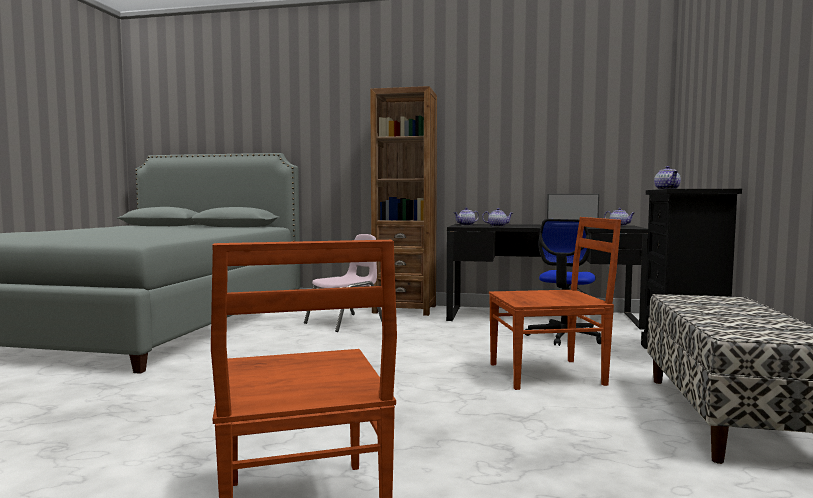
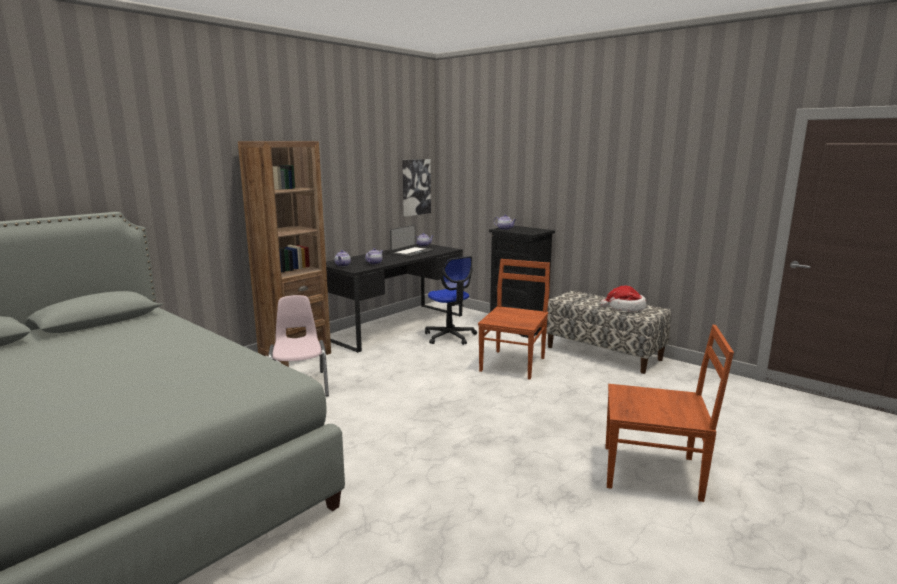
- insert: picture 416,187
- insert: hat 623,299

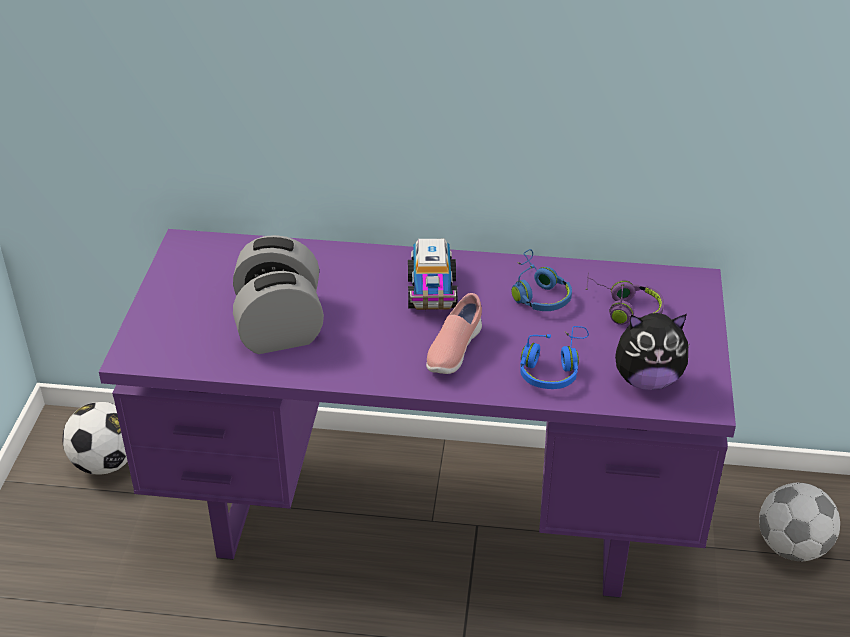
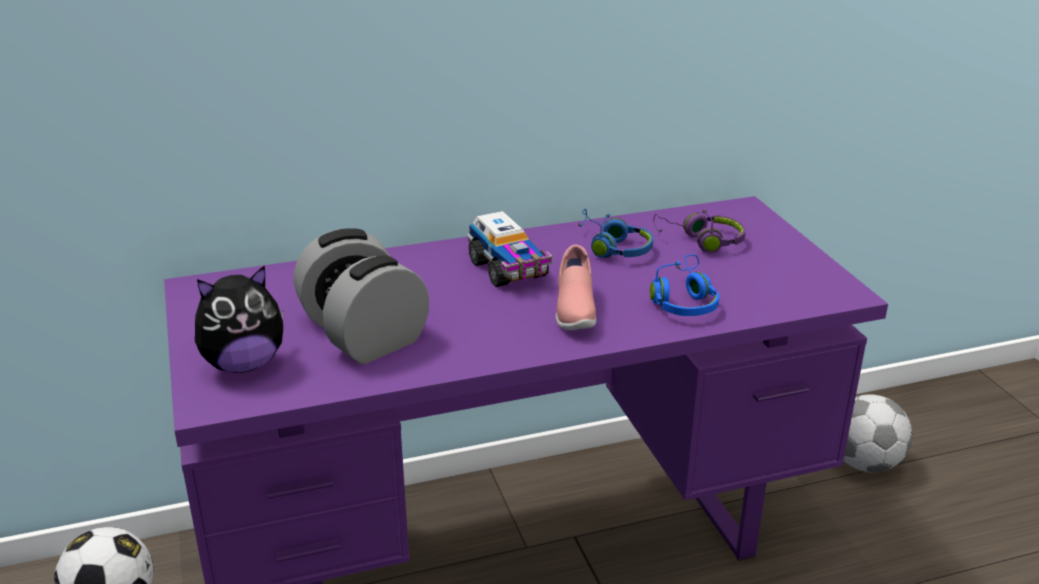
- move: plush toy 652,351 to 239,319

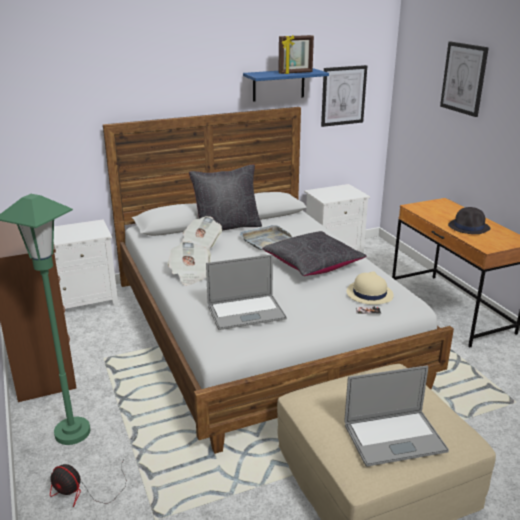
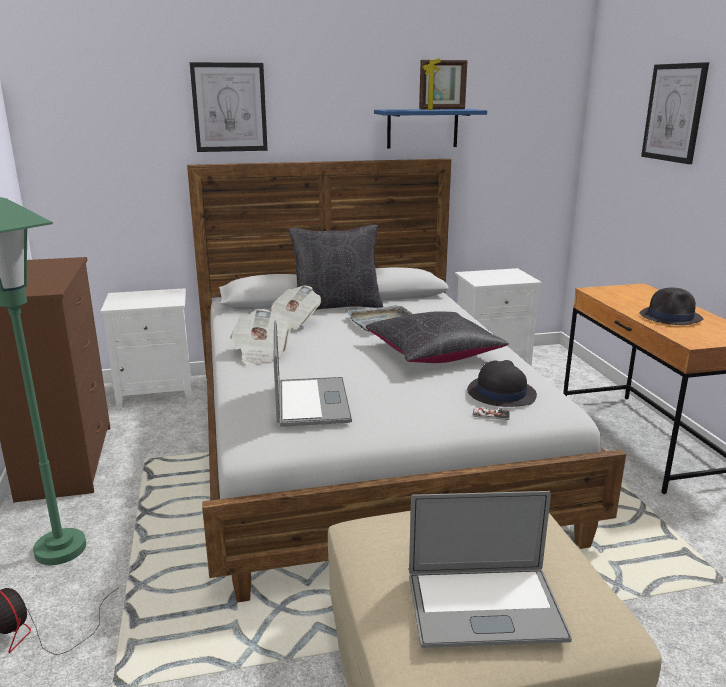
- rotate: laptop 246,292 = 313,373 90 degrees counterclockwise
- move: picture 344,96 to 229,107
- recolor: hat (beige) 370,288 to hat (black) 502,383

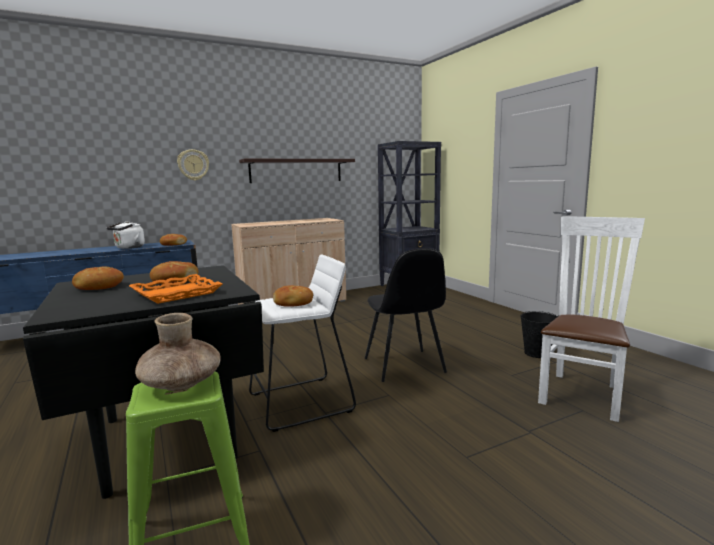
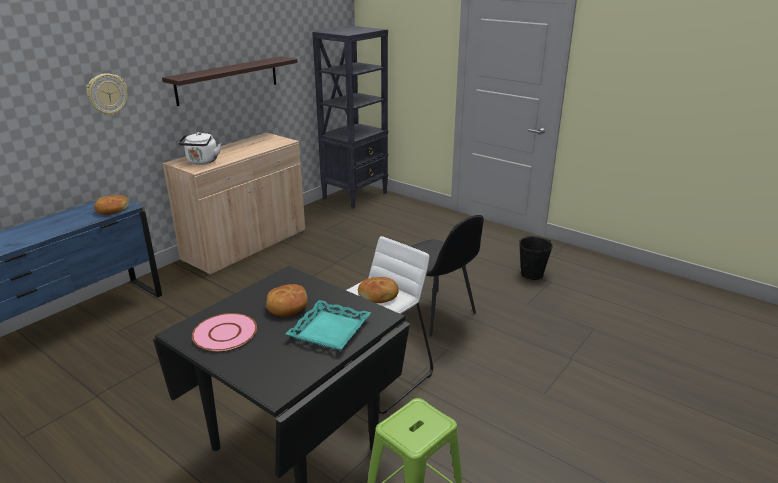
- replace: bread 98,278 to plate (pink) 224,332
- move: kettle (white) 125,235 to 199,148
- recolor: tray (orange) 176,289 to tray (turquoise) 328,325
- delete: vase (brown) 178,352
- delete: chair (white) 591,319

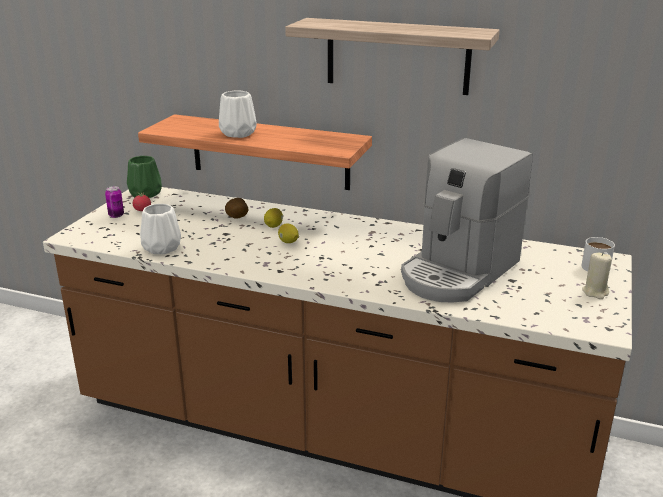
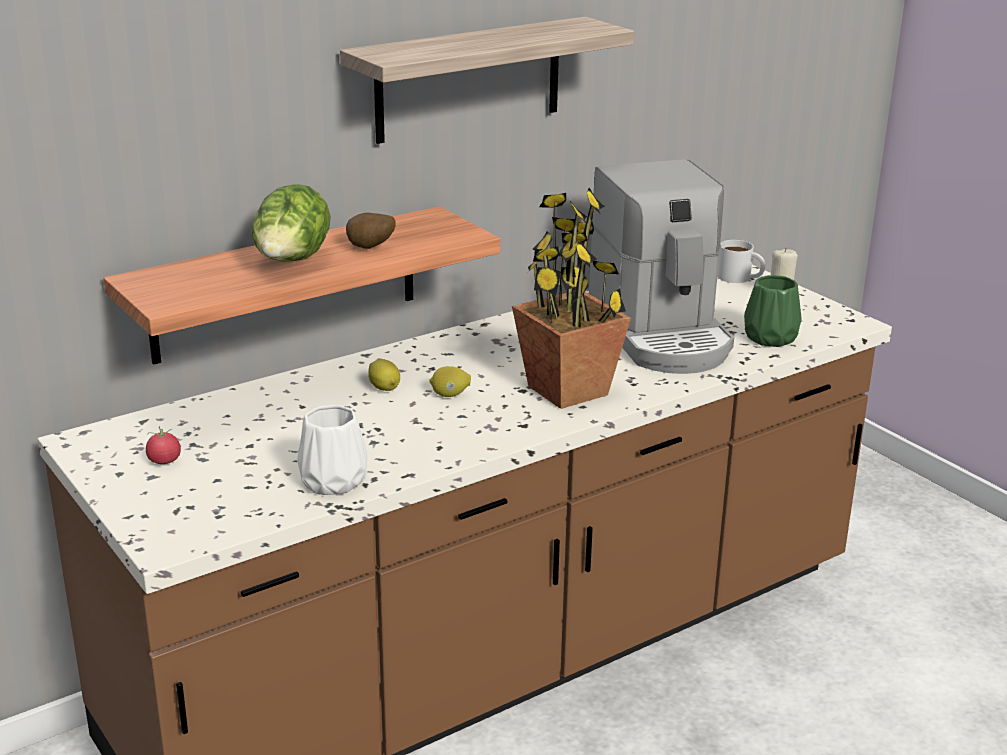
- delete: can 114,202
- move: vase (green) 144,177 to 773,311
- replace: vase (white) 238,114 to lettuce 291,223
- move: potato 236,208 to 371,231
- insert: potted plant 571,298

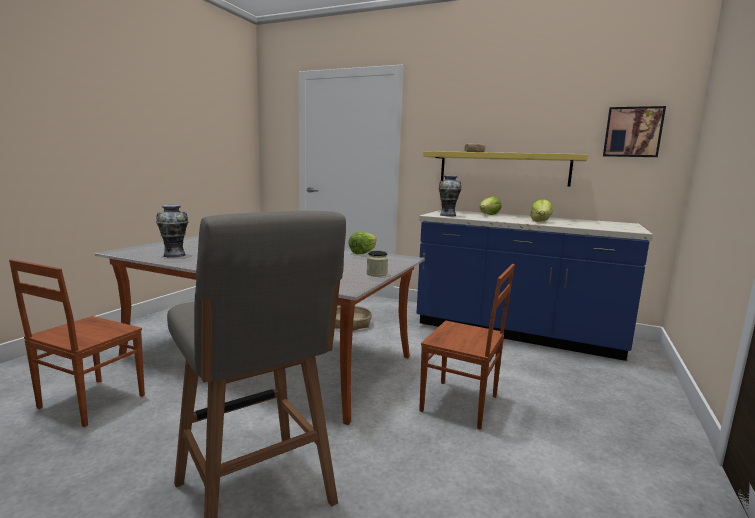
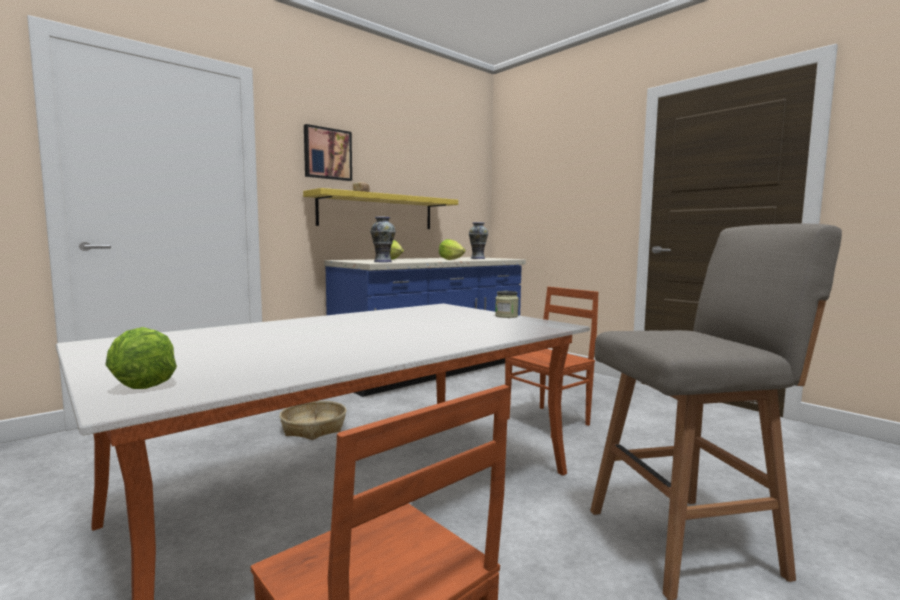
- move: vase 172,231 to 479,240
- move: lettuce 362,243 to 141,358
- move: picture 634,131 to 328,152

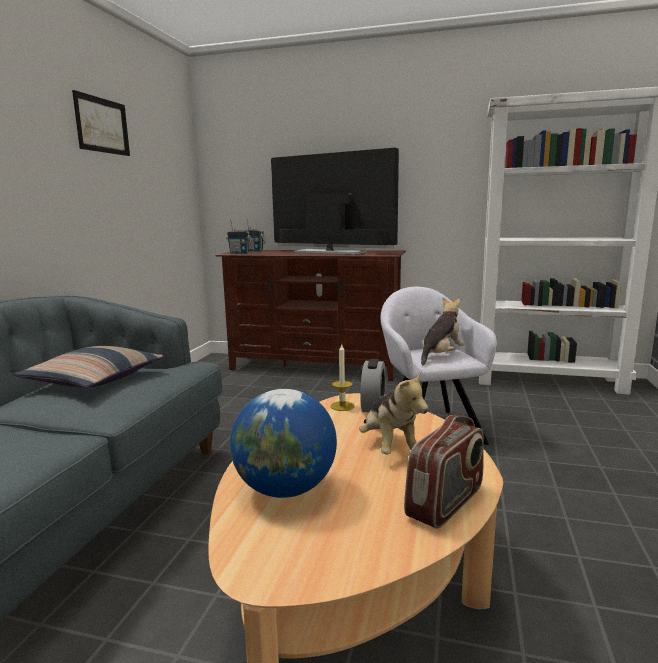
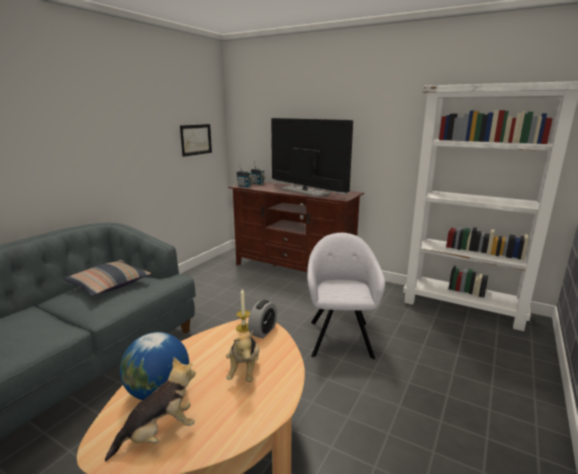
- move: picture 101,123 to 196,140
- delete: radio 444,472
- move: plush toy 442,332 to 150,409

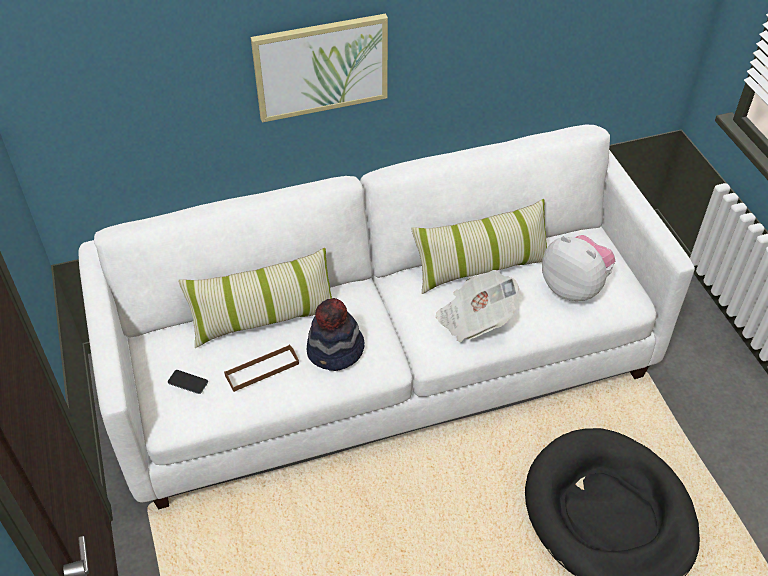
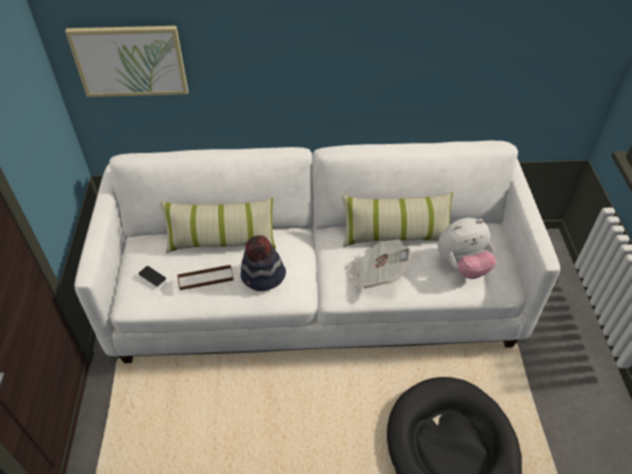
- move: picture 319,68 to 126,61
- rotate: plush toy 578,268 = 467,248 105 degrees clockwise

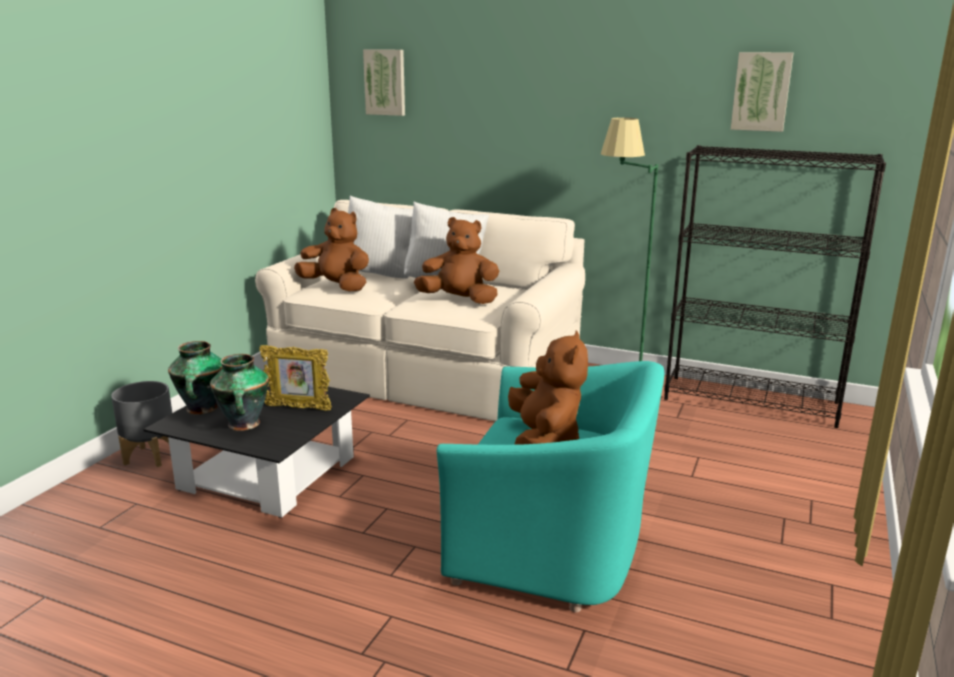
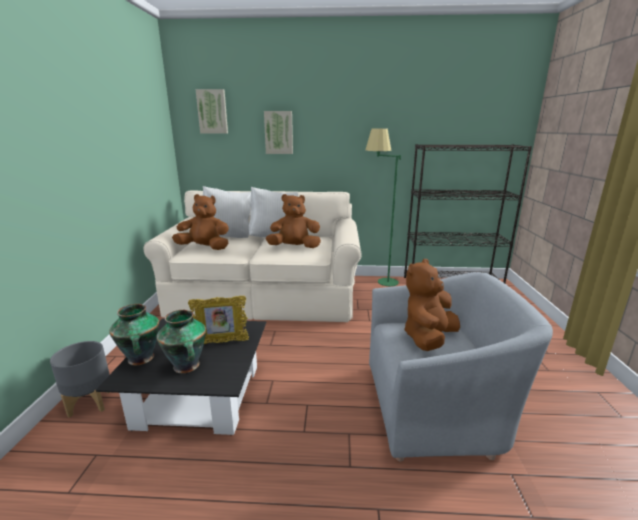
- recolor: armchair (turquoise) 550,486 to armchair (grey) 461,366
- rotate: plush toy (brown) 548,388 = 432,305 120 degrees counterclockwise
- move: picture 762,92 to 278,132

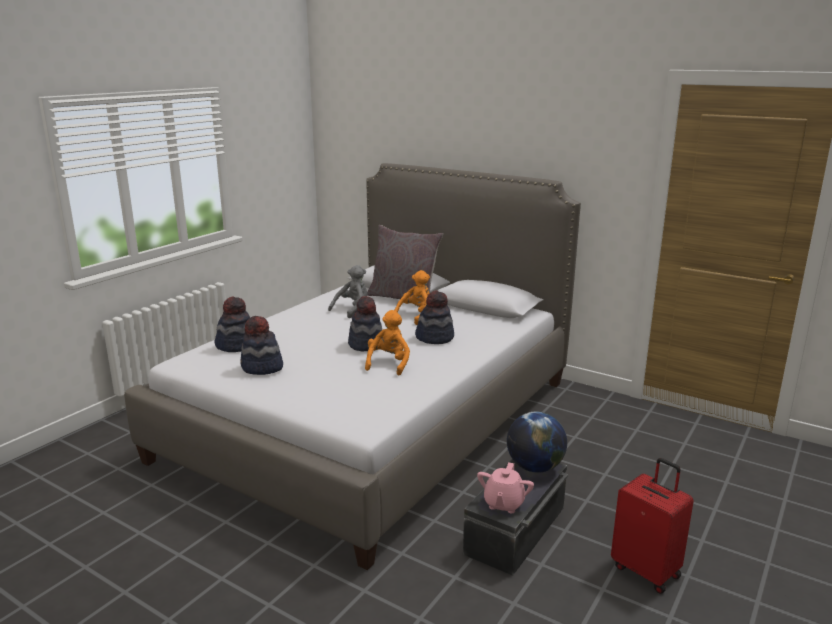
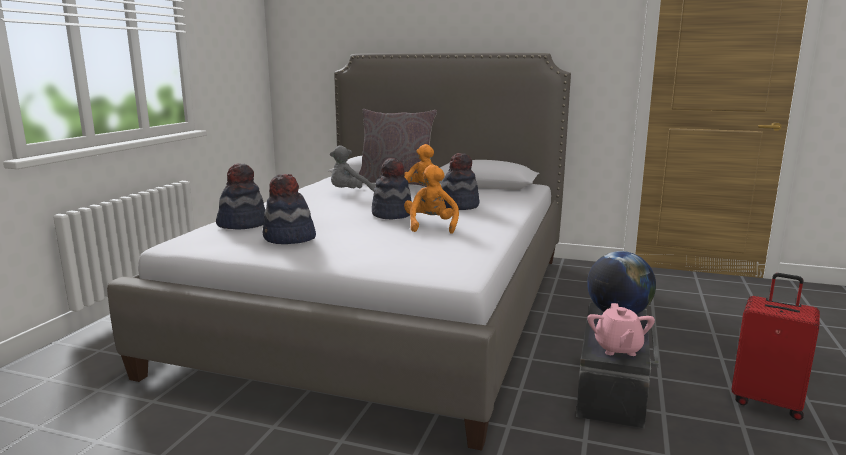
- rotate: plush toy (grey) 348,291 = 353,168 150 degrees counterclockwise

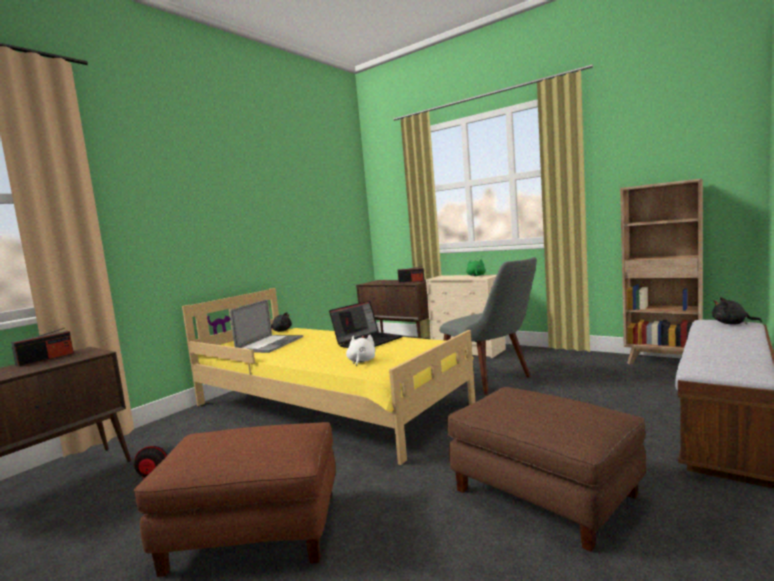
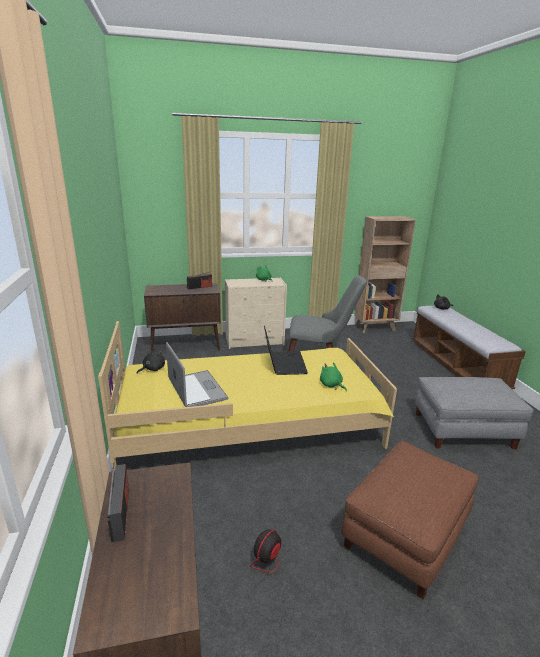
- recolor: plush toy (white) 360,351 to plush toy (green) 333,377
- recolor: ottoman (brown) 546,469 to ottoman (grey) 474,413

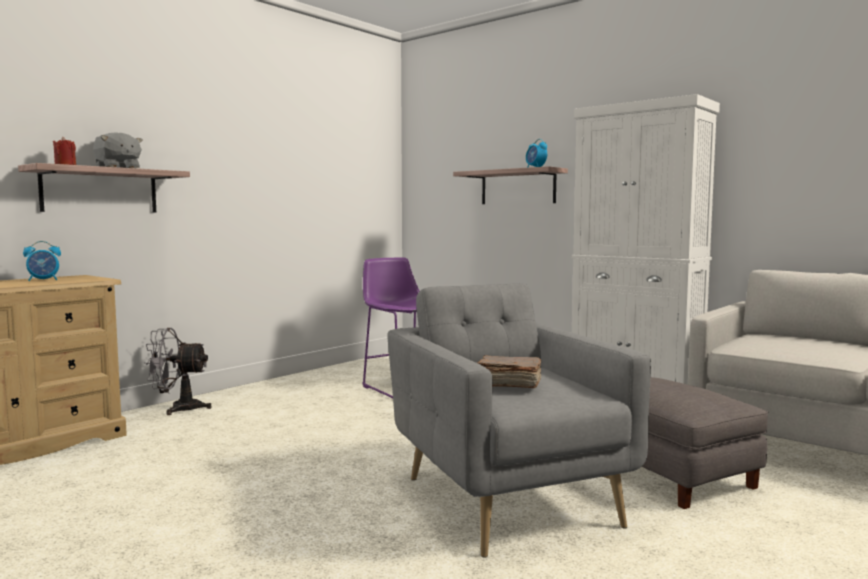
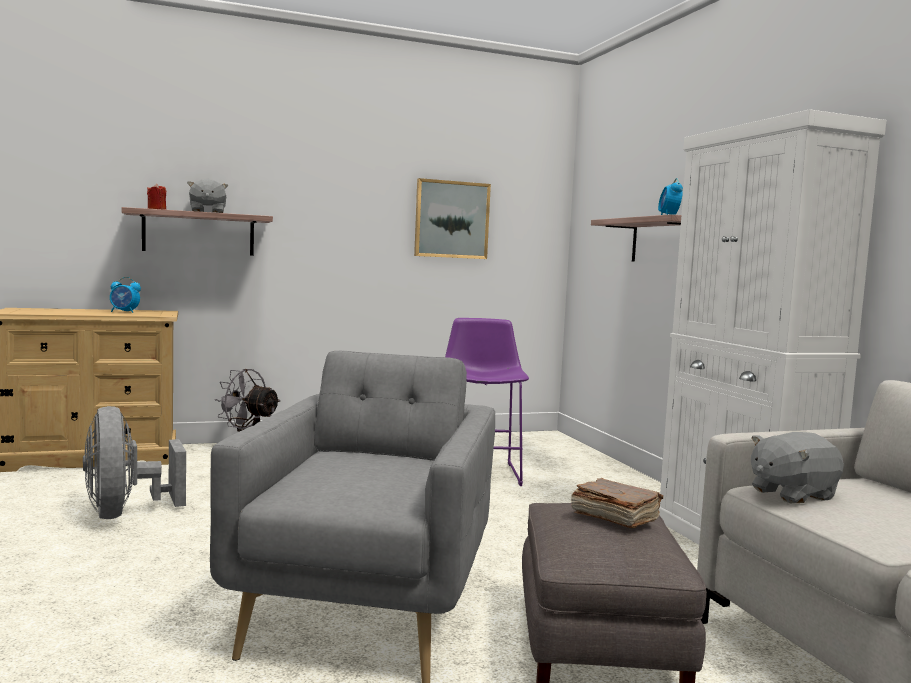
- move: book (brown) 509,371 to 617,503
- insert: fan (grey) 134,462
- insert: picture 452,218
- insert: plush toy (grey) 797,467

